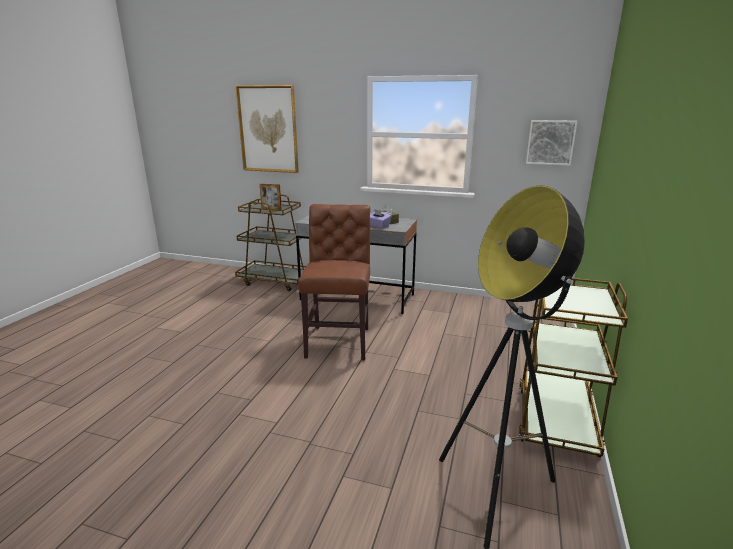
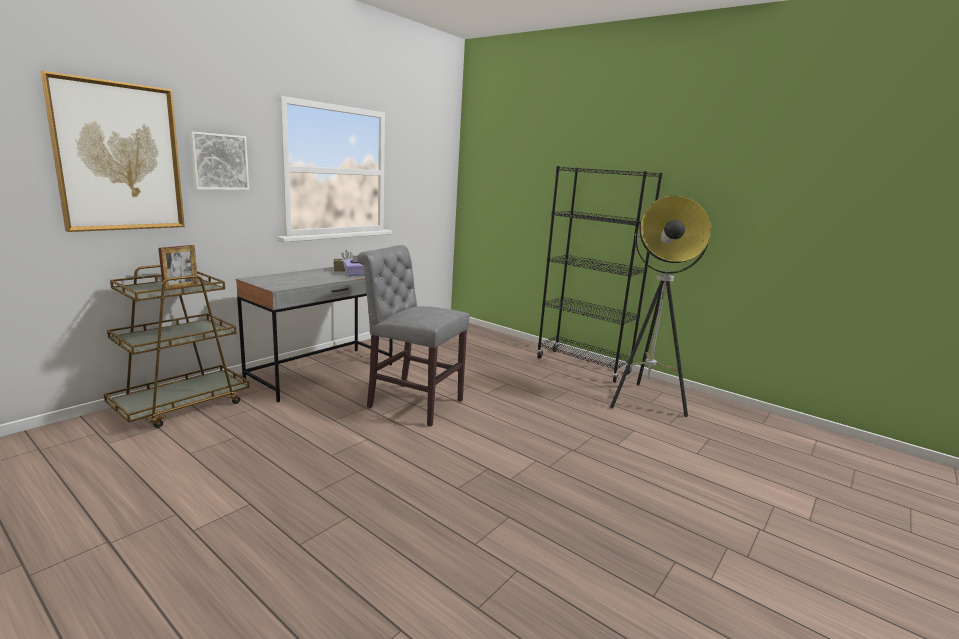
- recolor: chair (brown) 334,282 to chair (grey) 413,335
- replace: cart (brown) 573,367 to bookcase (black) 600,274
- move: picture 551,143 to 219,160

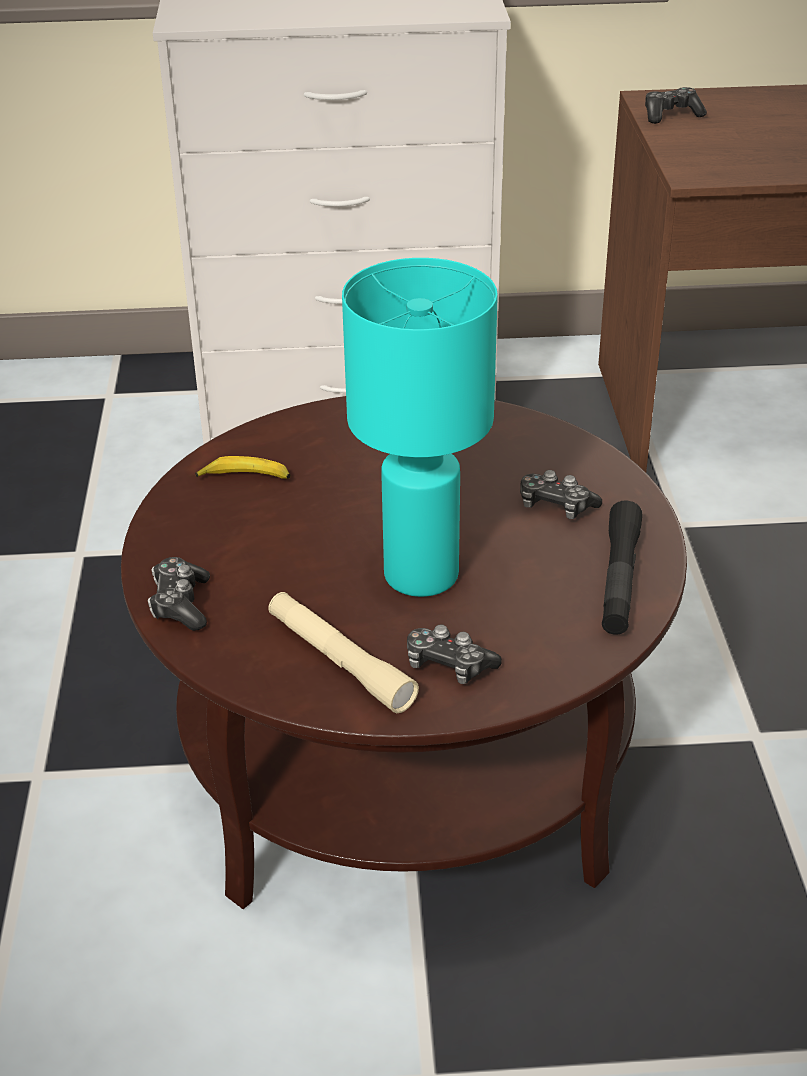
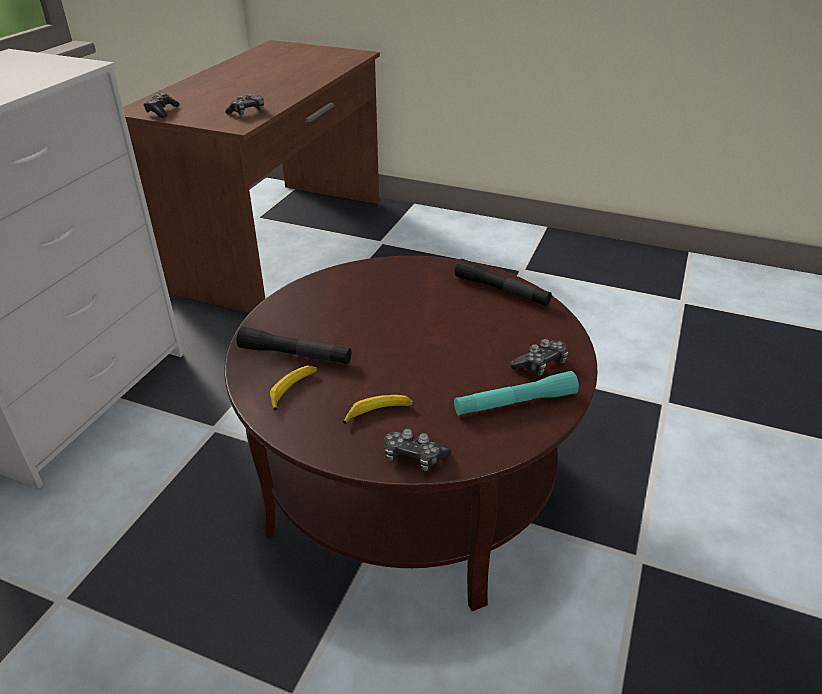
- recolor: flashlight (beige) 343,652 to flashlight (turquoise) 516,393
- delete: table lamp (turquoise) 420,427
- move: game controller 561,494 to 244,104
- insert: flashlight (black) 294,345
- insert: banana 378,409

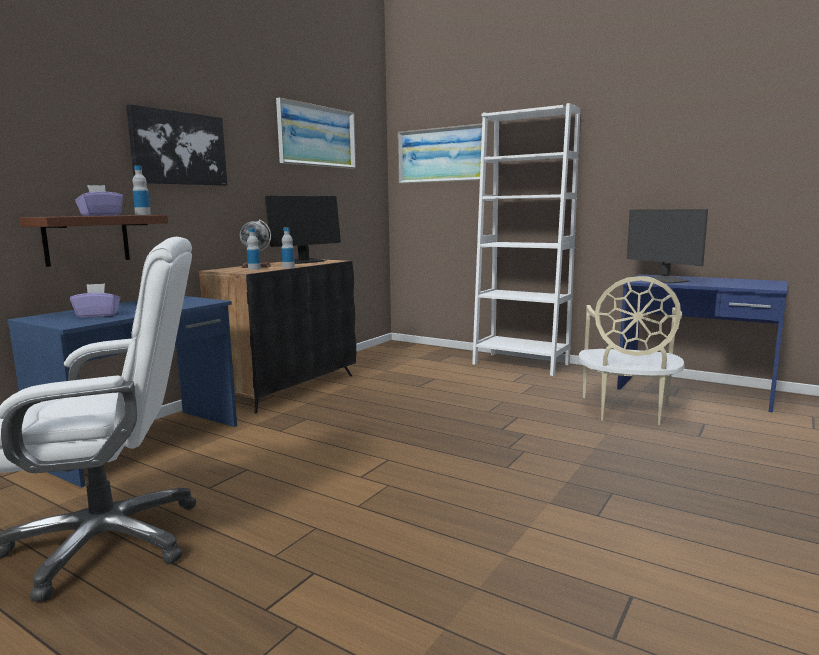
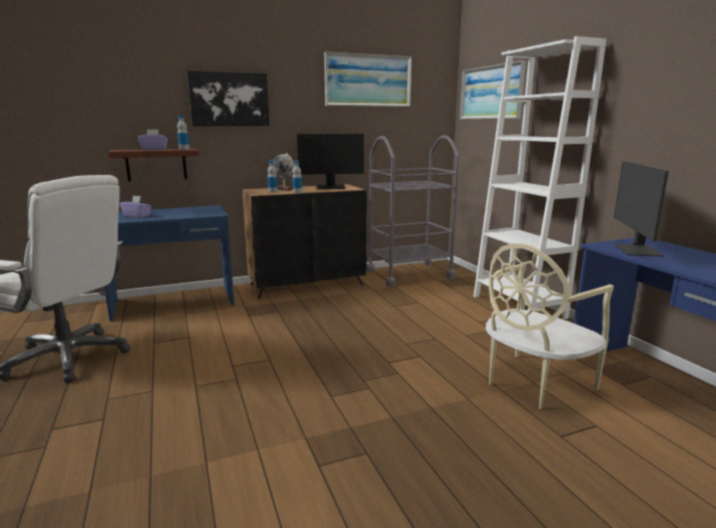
- insert: cart (grey) 413,211

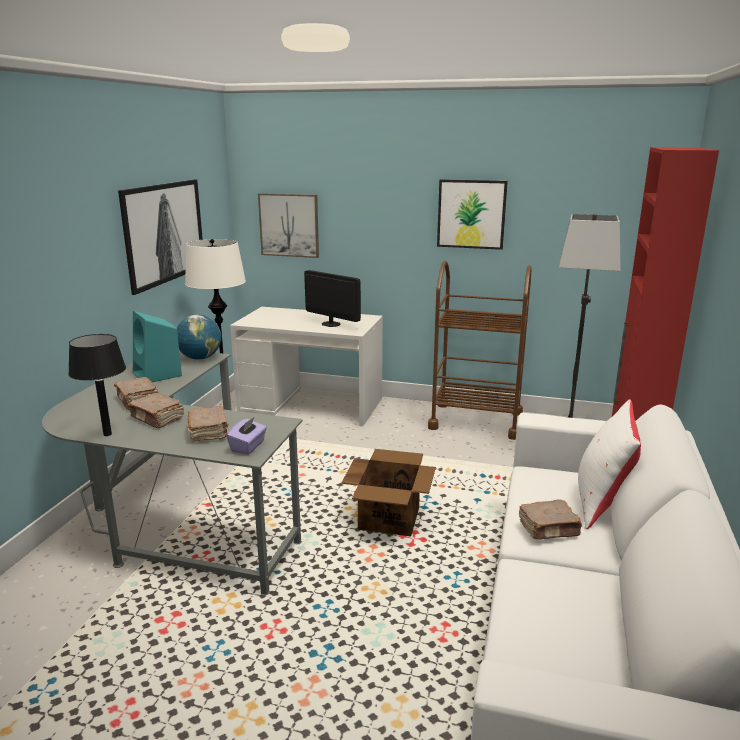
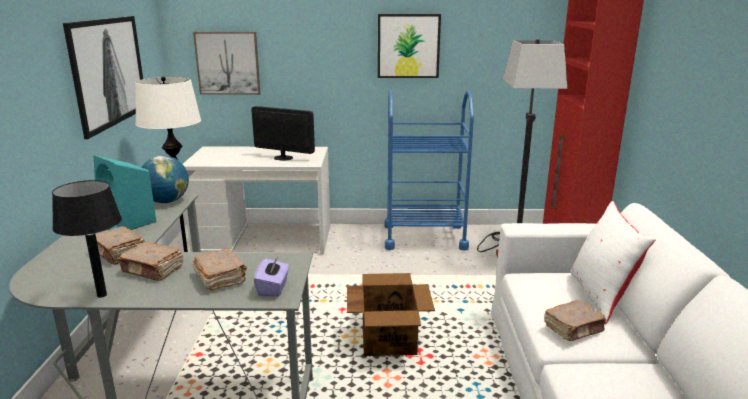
- recolor: cart (brown) 479,350 to cart (blue) 429,170

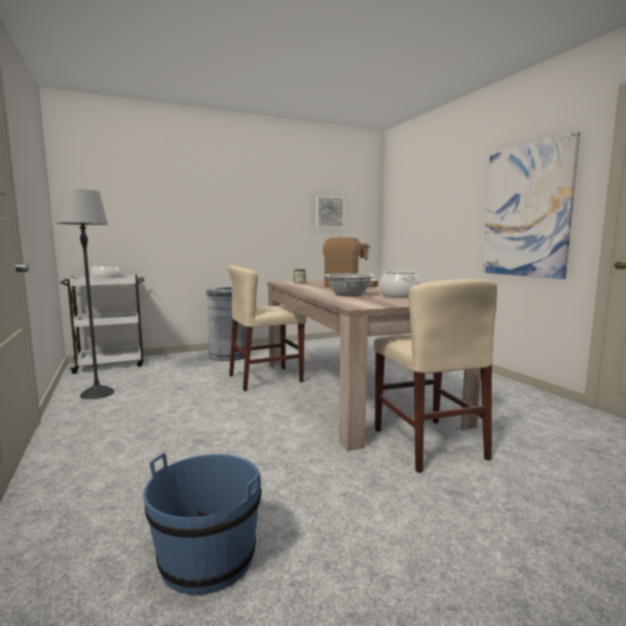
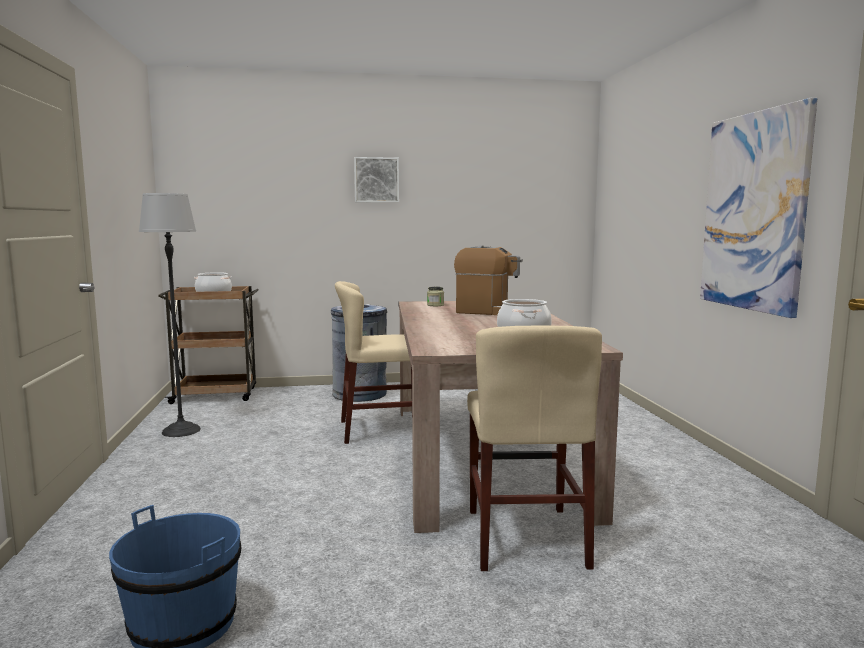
- recolor: cart (white) 102,324 to cart (brown) 208,345
- move: picture 330,212 to 376,180
- delete: cooking pot 349,284

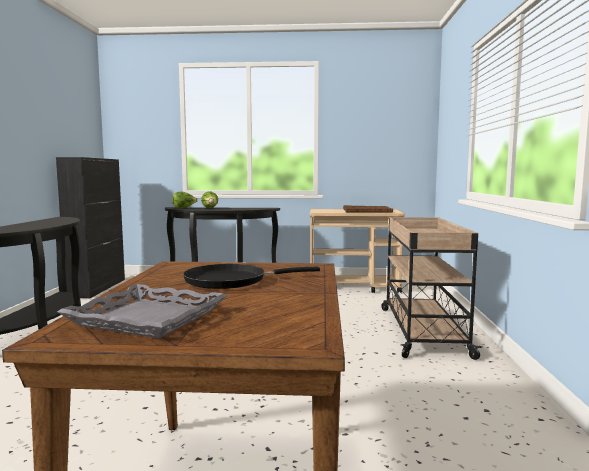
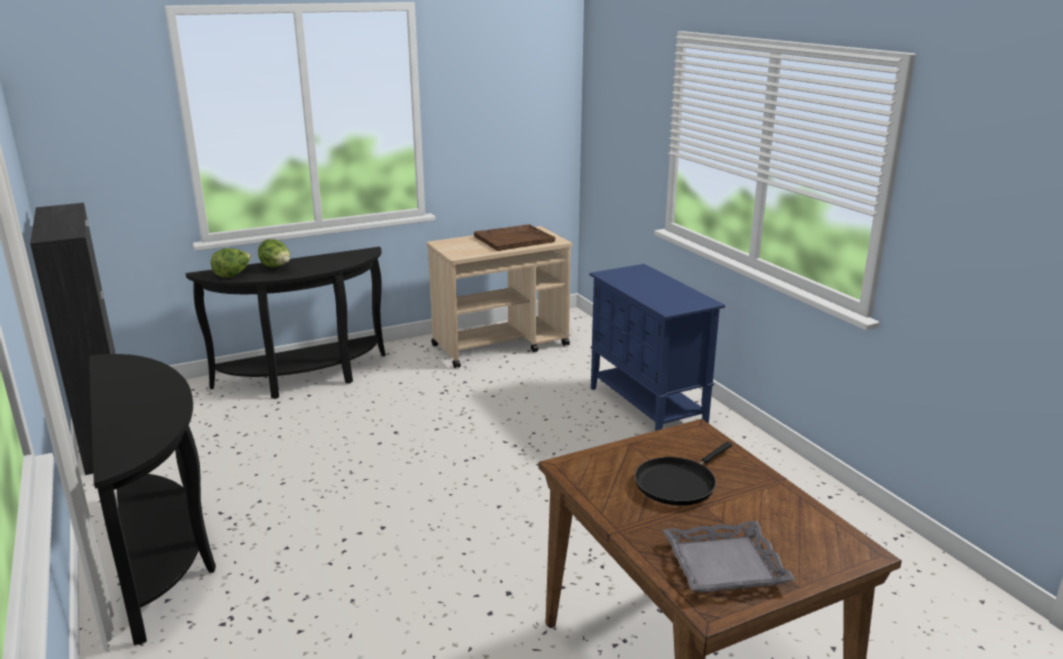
- replace: cart (beige) 431,288 to cabinet (blue) 657,347

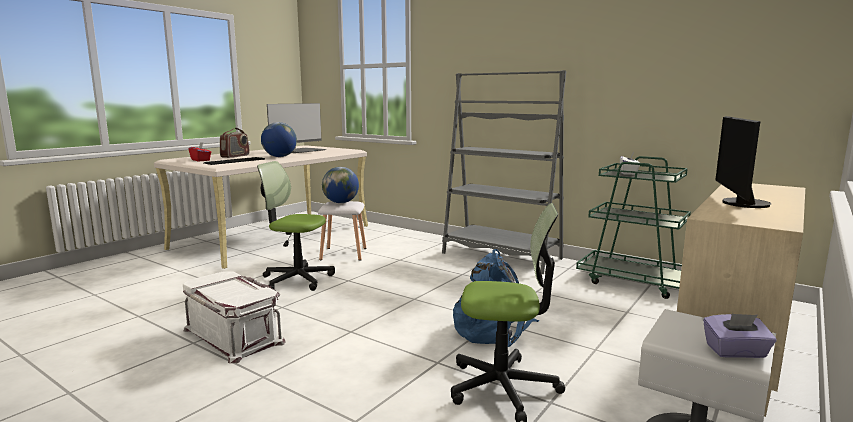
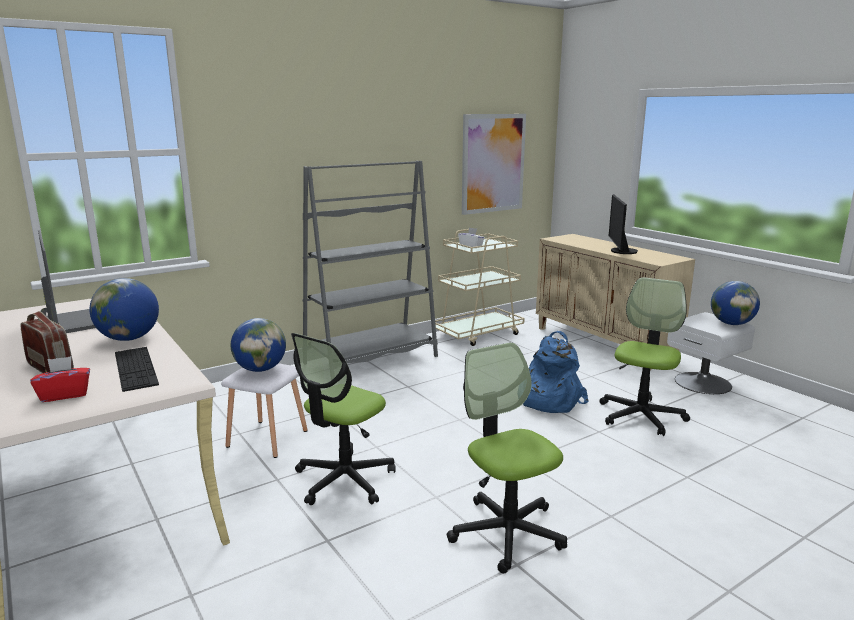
- replace: storage box (white) 234,317 to office chair 507,457
- recolor: cart (green) 633,227 to cart (beige) 480,287
- replace: tissue box (purple) 740,336 to globe 735,303
- rotate: monitor 743,162 = 623,224 60 degrees clockwise
- insert: picture 494,164

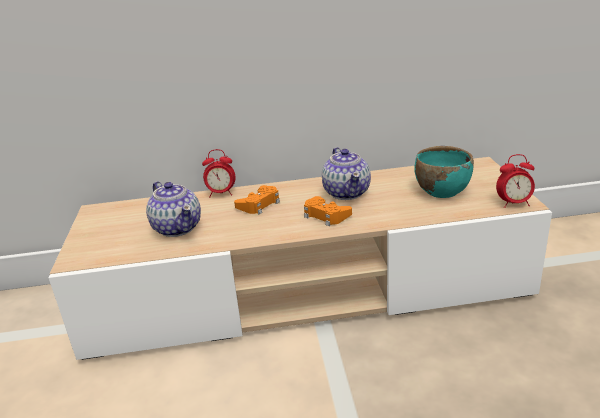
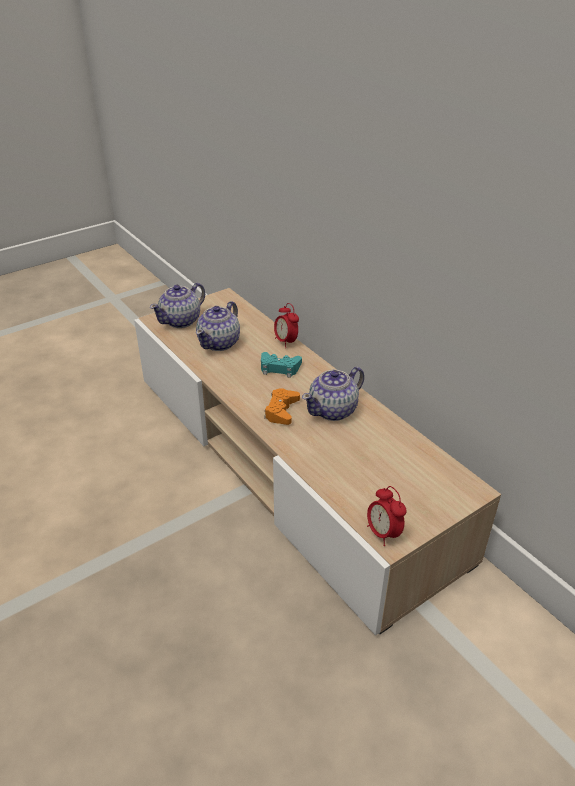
- recolor: game controller (orange) 257,199 to game controller (turquoise) 281,365
- delete: bowl (turquoise) 444,172
- insert: teapot 177,305

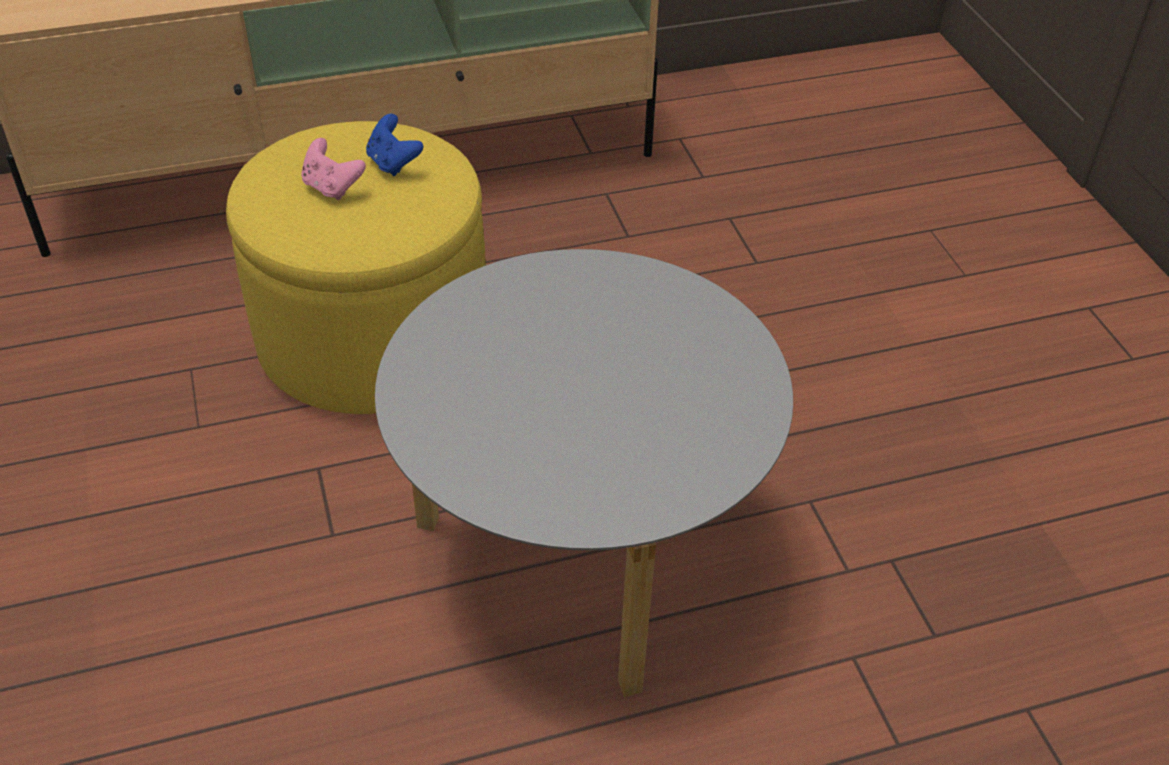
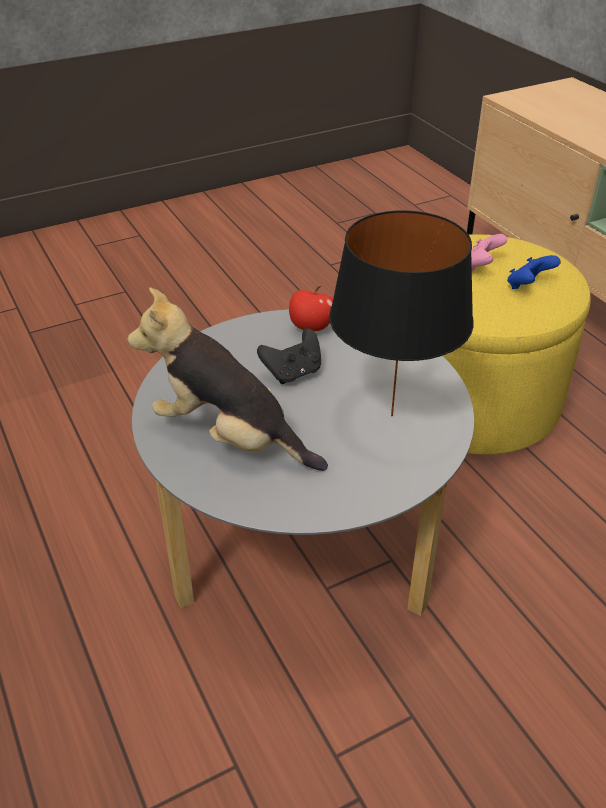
- insert: plush toy 228,379
- insert: game controller (black) 289,356
- insert: apple 311,308
- insert: table lamp (black) 401,313

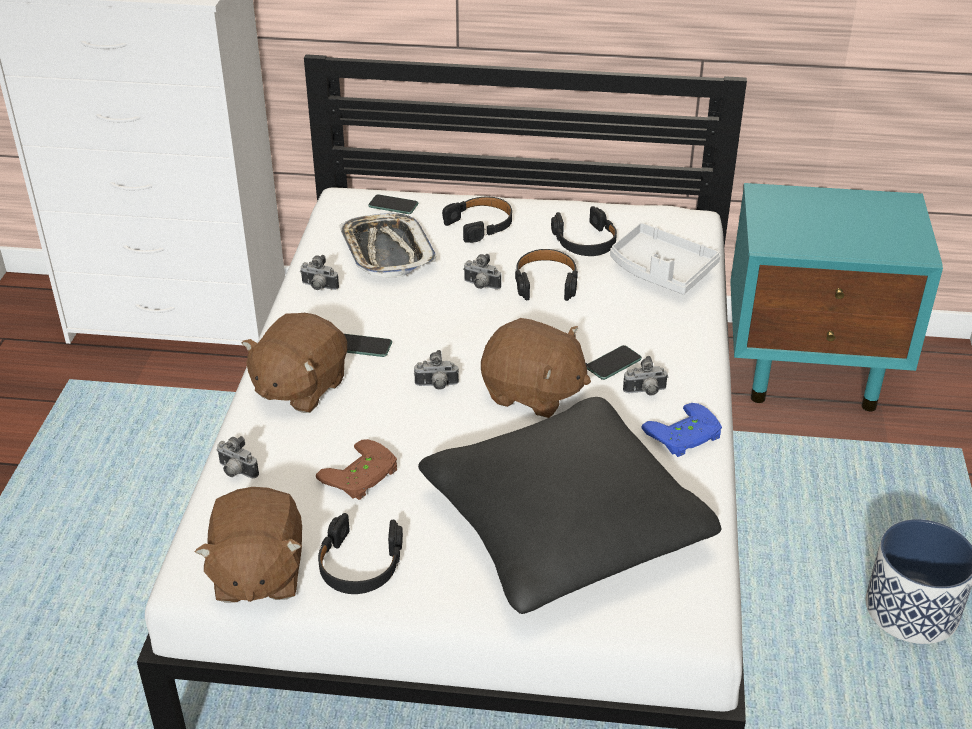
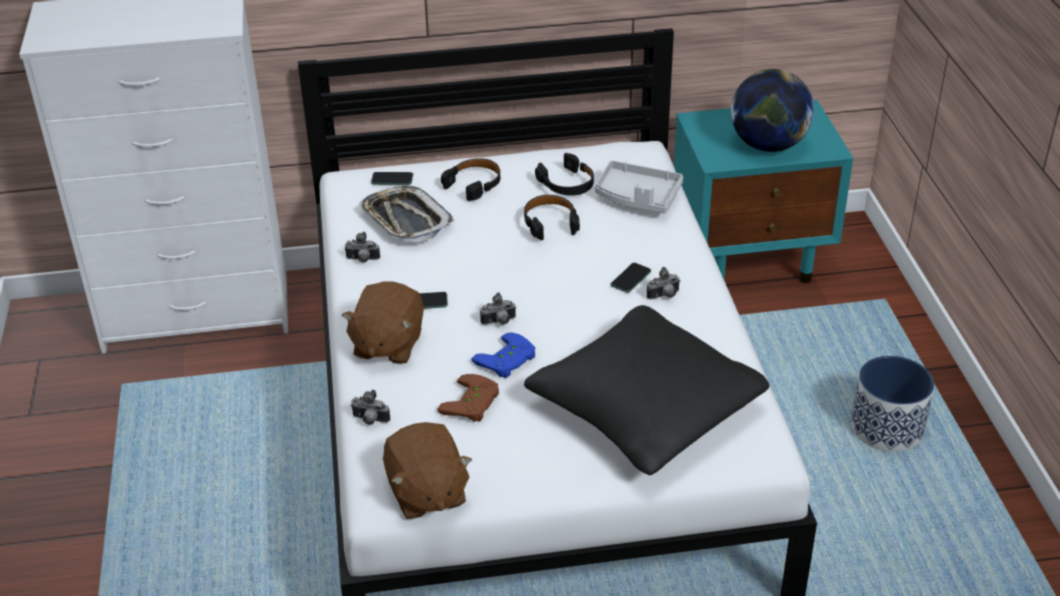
- delete: headphones (black) 360,553
- delete: photo camera 482,271
- delete: plush toy (brown) 536,368
- move: game controller (blue) 682,430 to 503,355
- insert: globe 772,110

